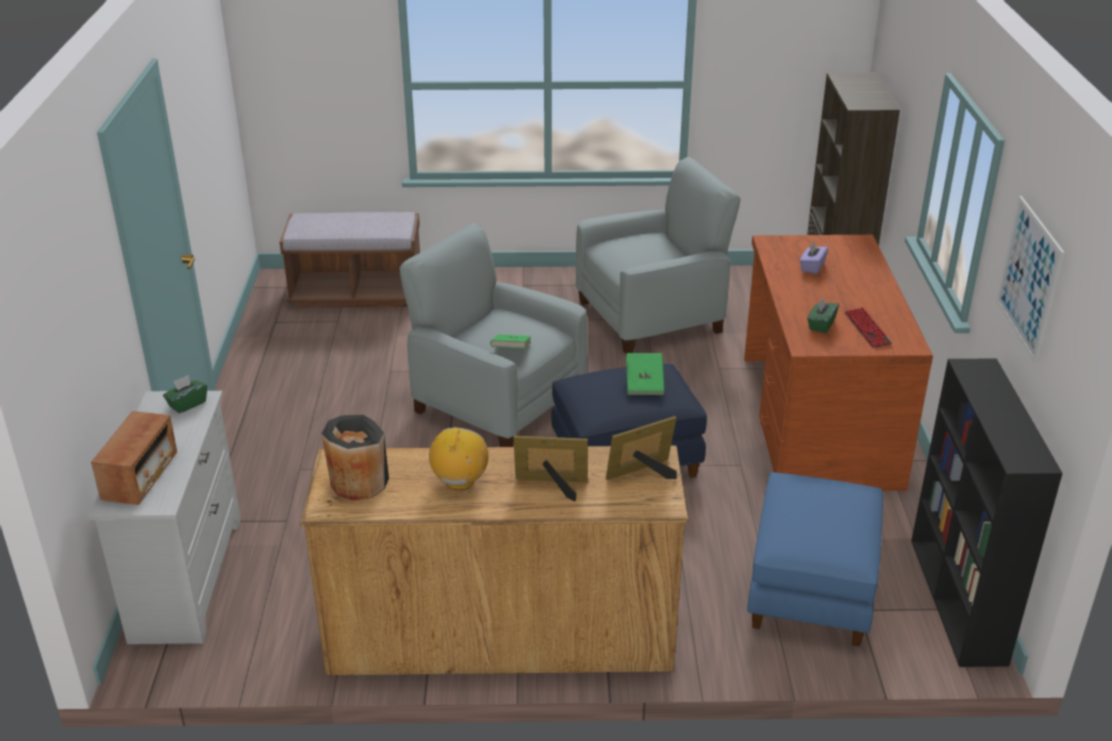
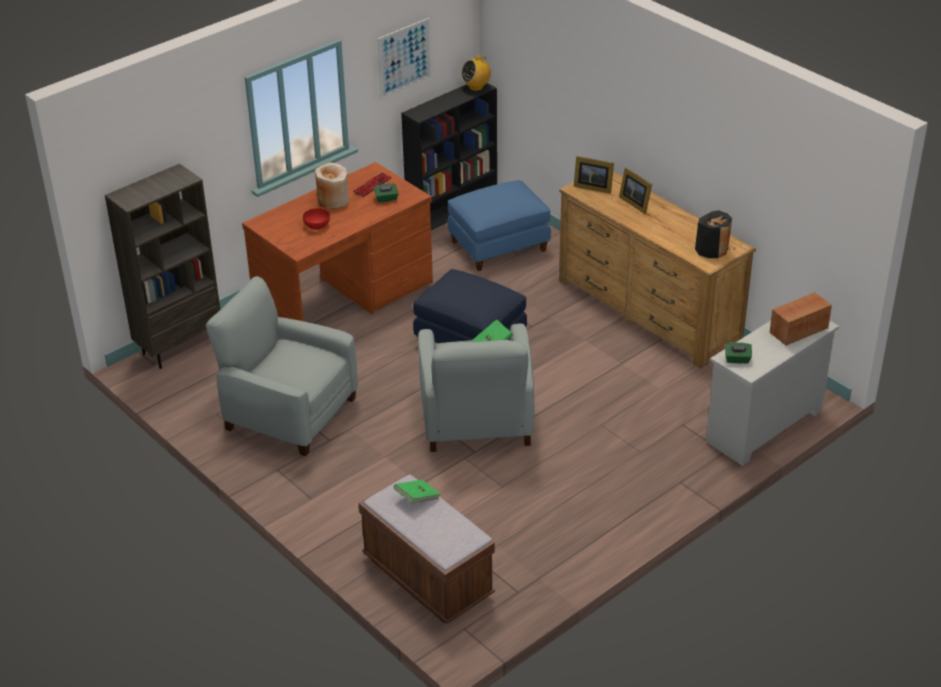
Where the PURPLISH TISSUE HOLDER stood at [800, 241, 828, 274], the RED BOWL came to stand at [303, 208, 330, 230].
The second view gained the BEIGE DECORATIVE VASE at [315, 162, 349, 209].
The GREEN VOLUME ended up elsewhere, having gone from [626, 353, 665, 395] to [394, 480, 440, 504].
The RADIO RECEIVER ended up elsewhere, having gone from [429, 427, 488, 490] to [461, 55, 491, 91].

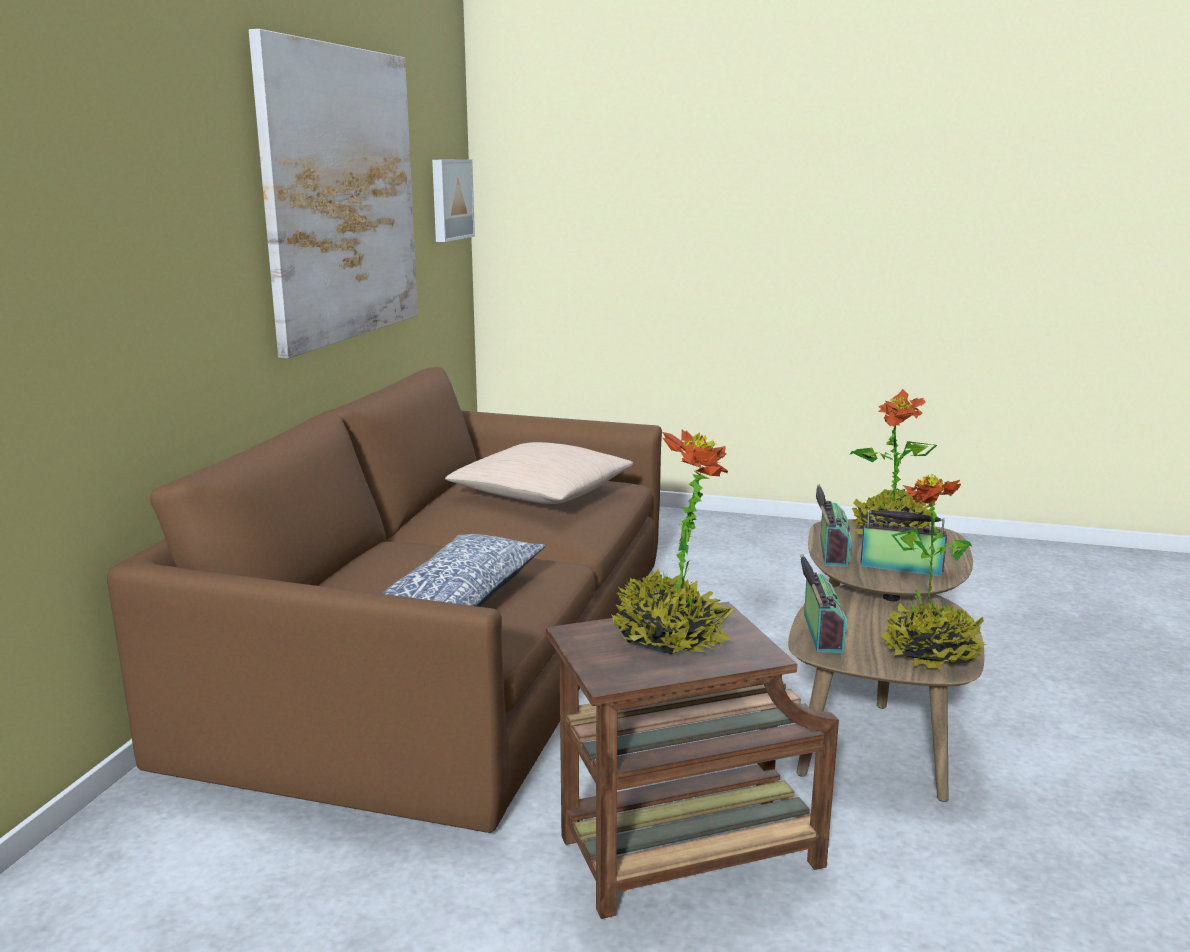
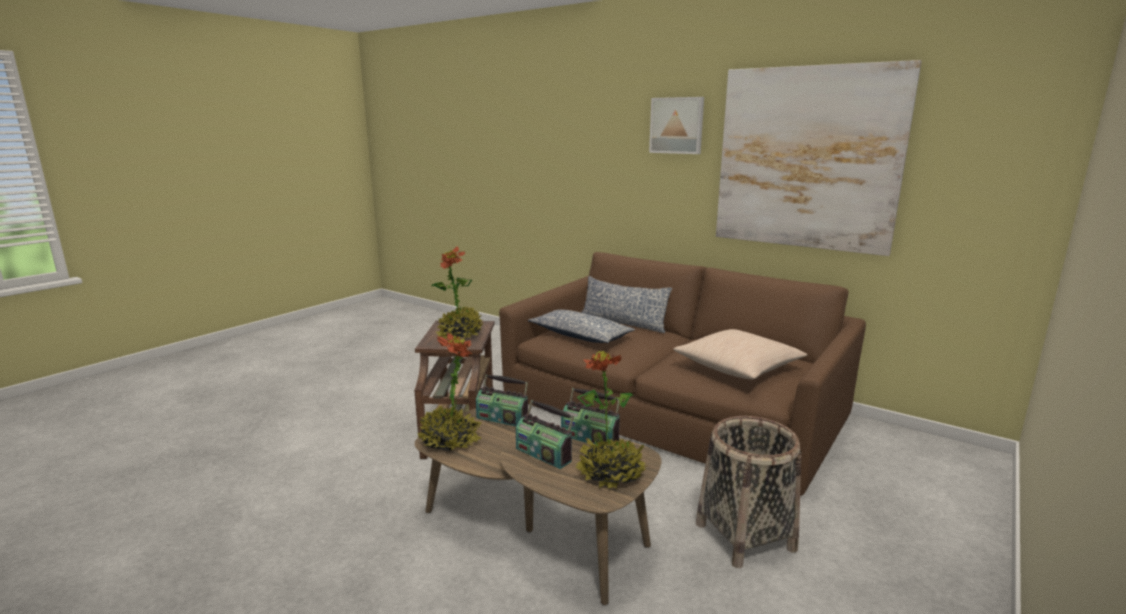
The RADIO RECEIVER at [860, 510, 947, 576] ended up facing another way, 90 degrees clockwise from before.
The second view gained the PILLOW at [581, 276, 672, 333].
The WALL PICTURE ended up elsewhere, having gone from [432, 159, 475, 242] to [649, 97, 704, 154].
The second view gained the STORAGE BASKET at [696, 416, 801, 568].

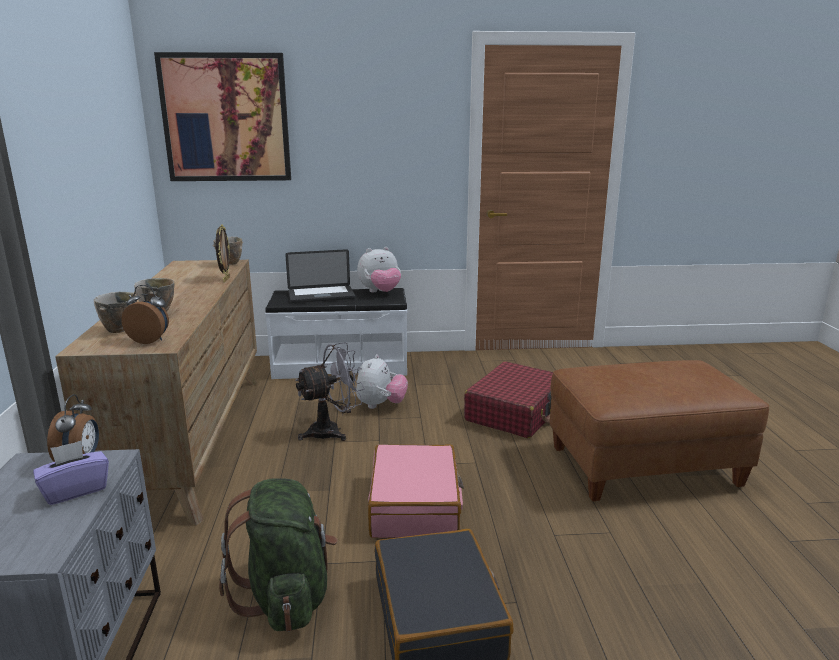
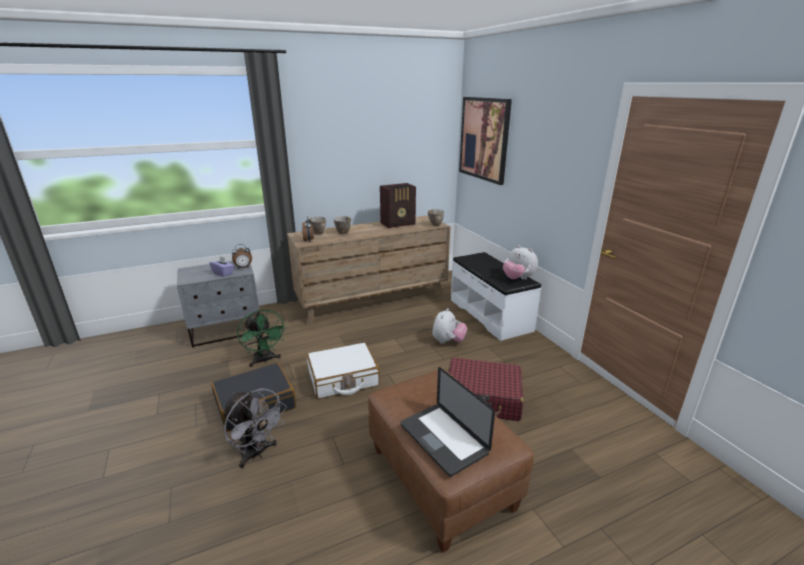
The GREY FAN ended up elsewhere, having gone from [295, 342, 365, 441] to [224, 388, 287, 468].
Where the GREEN KNAPSACK stood at [219, 478, 338, 632], the GREEN FAN came to stand at [237, 310, 286, 367].
What was the PINKISH TRAVEL CASE at [368, 444, 464, 538] turned into the WHITISH TRAVEL CASE at [307, 343, 380, 399].
The second view gained the RADIO RECEIVER at [380, 183, 416, 228].
The LAPTOP ended up elsewhere, having gone from [285, 249, 355, 303] to [400, 367, 495, 477].
The PLUSH TOY at [356, 354, 408, 409] ended up facing another way, 60 degrees counterclockwise from before.
The second view lost the PHOTO FRAME at [216, 224, 230, 282].

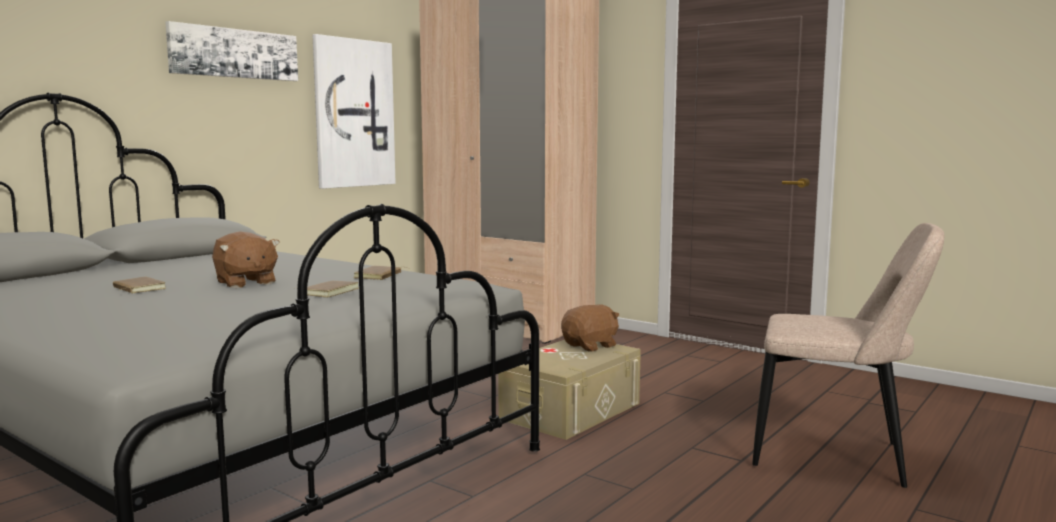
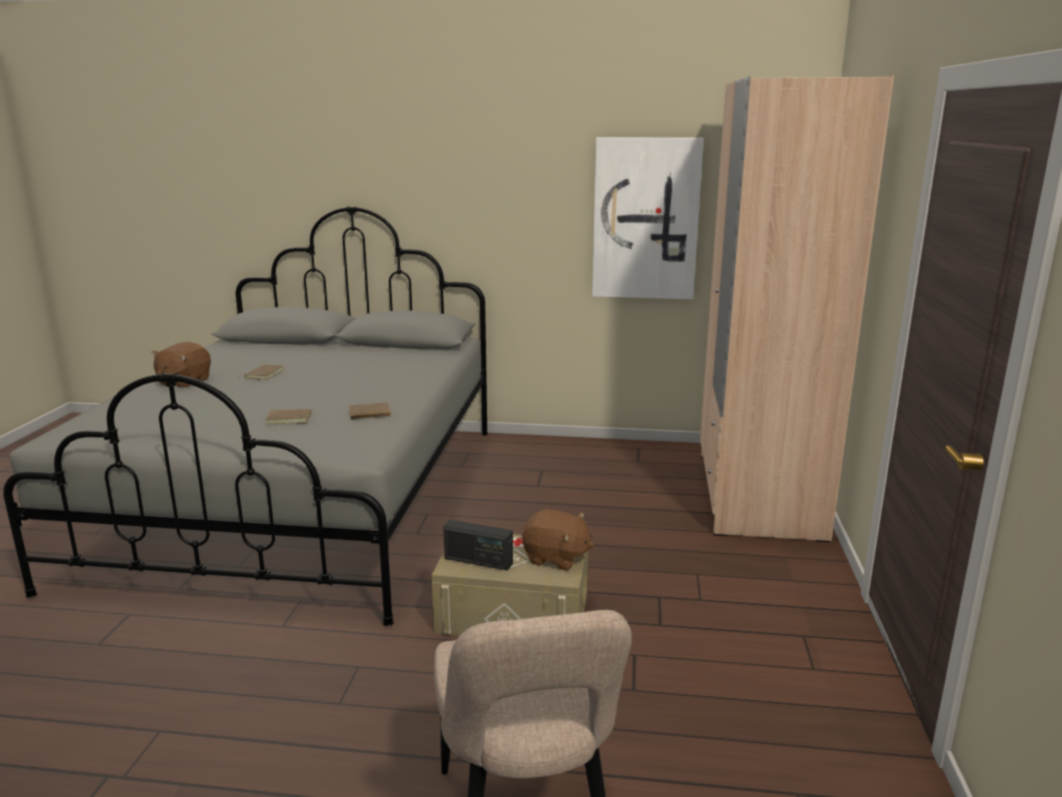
The BROWN PLUSH TOY ended up elsewhere, having gone from [212, 231, 280, 288] to [151, 342, 211, 388].
The second view gained the RADIO RECEIVER at [443, 520, 513, 571].
The second view lost the WALL PICTURE at [165, 21, 298, 81].

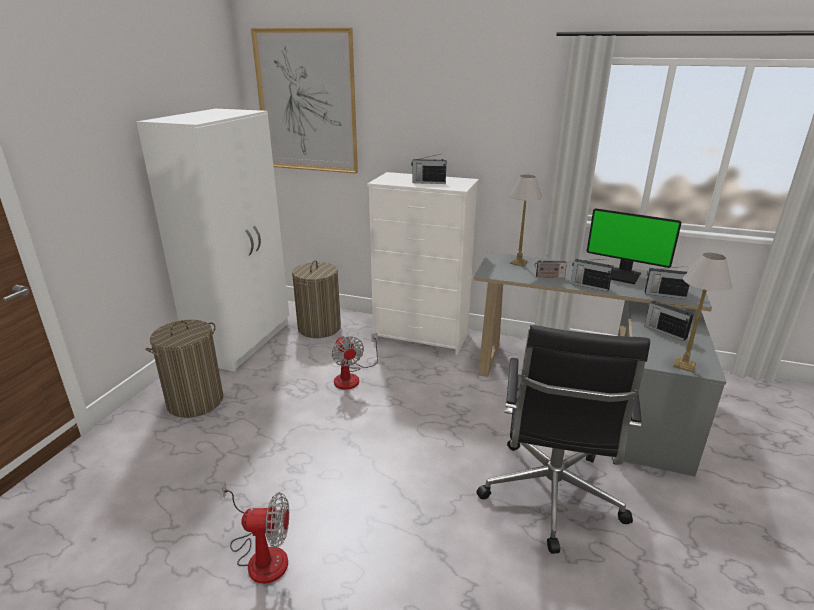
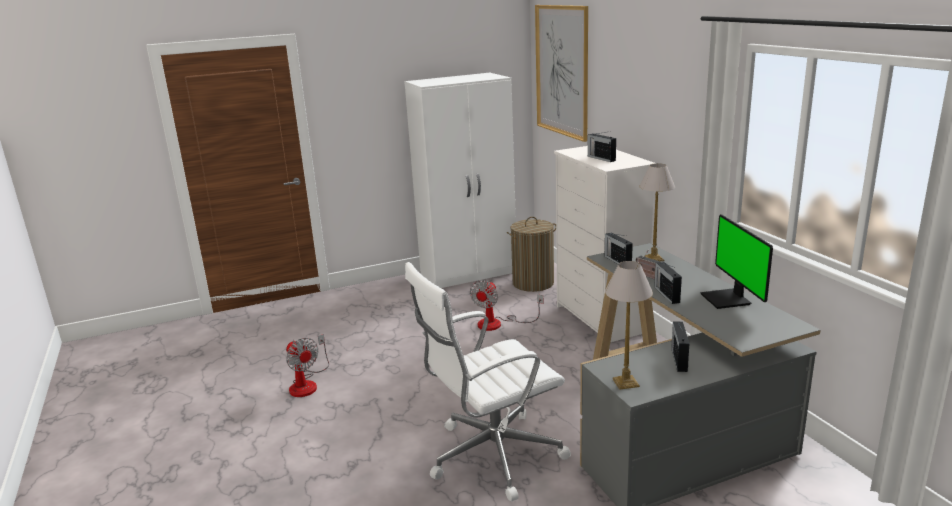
What was the BLACK-COLOURED DESK CHAIR at [477, 325, 650, 554] turned into the WHITISH DESK CHAIR at [405, 262, 571, 501].
The RADIO RECEIVER ended up elsewhere, having gone from [645, 266, 690, 299] to [605, 232, 633, 264].
The second view lost the LAUNDRY BASKET at [145, 320, 223, 418].

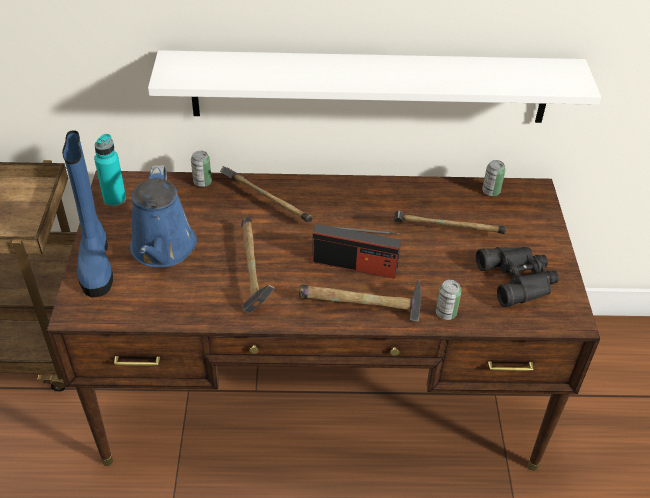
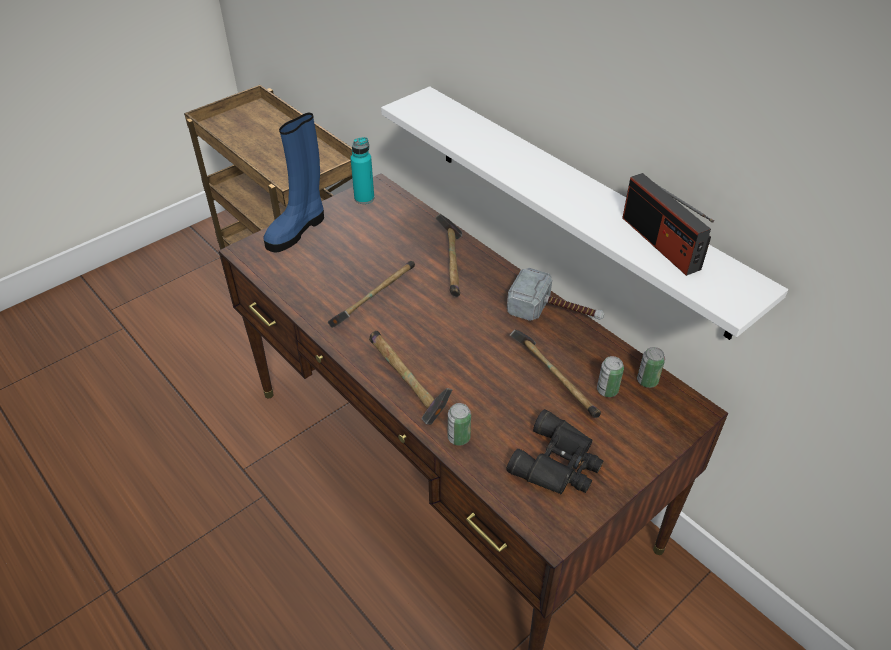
The second view gained the HAMMER at [507, 268, 604, 321].
The METAL CAN ended up elsewhere, having gone from [191, 150, 212, 187] to [597, 356, 624, 397].
The RADIO RECEIVER ended up elsewhere, having gone from [312, 224, 401, 279] to [622, 173, 714, 276].
The second view lost the BLUE-COLOURED SPRINKLING CAN at [130, 165, 197, 267].

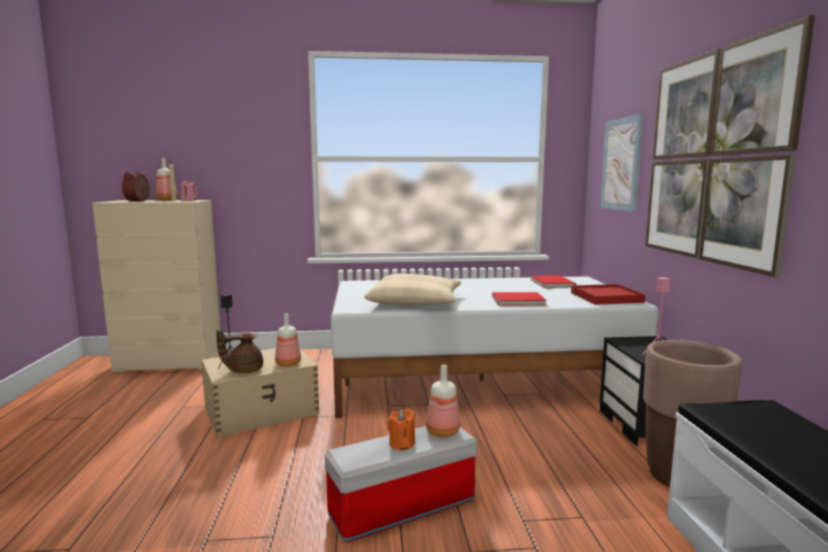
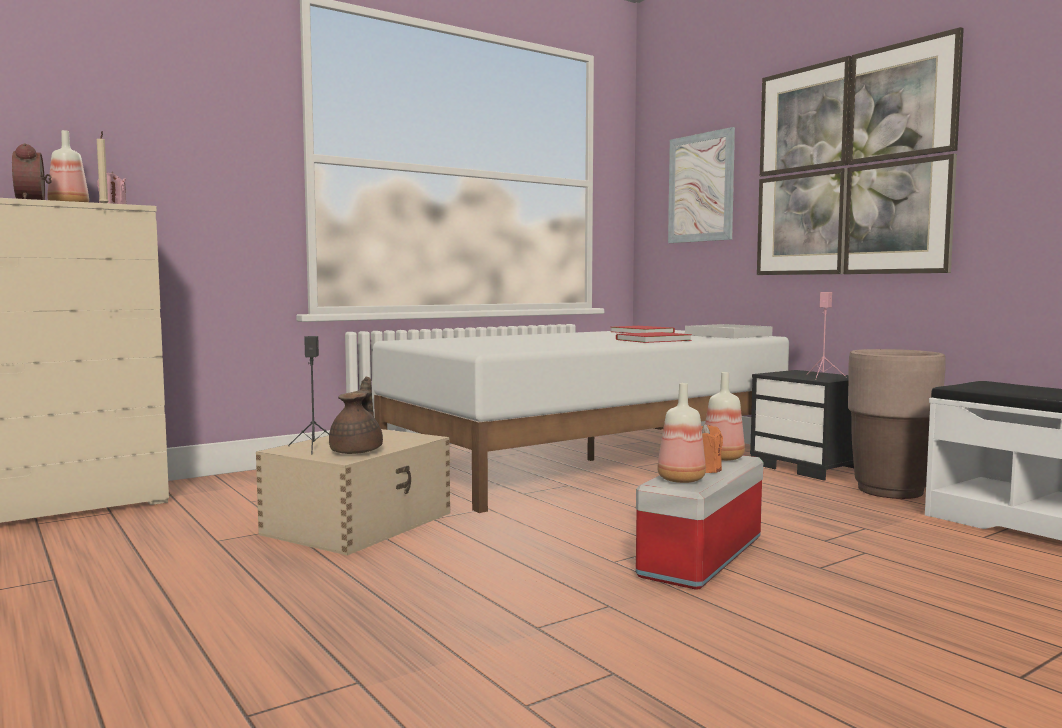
The BROWN POT FOR TEA at [216, 330, 263, 374] ended up facing another way, 150 degrees clockwise from before.
The BEVERAGE BOTTLE ended up elsewhere, having gone from [275, 314, 301, 367] to [657, 383, 706, 483].
What was the RED TRAY at [571, 284, 645, 305] turned into the WHITISH TRAY at [685, 324, 773, 338].
The second view lost the BEIGE PILLOW at [364, 274, 461, 305].

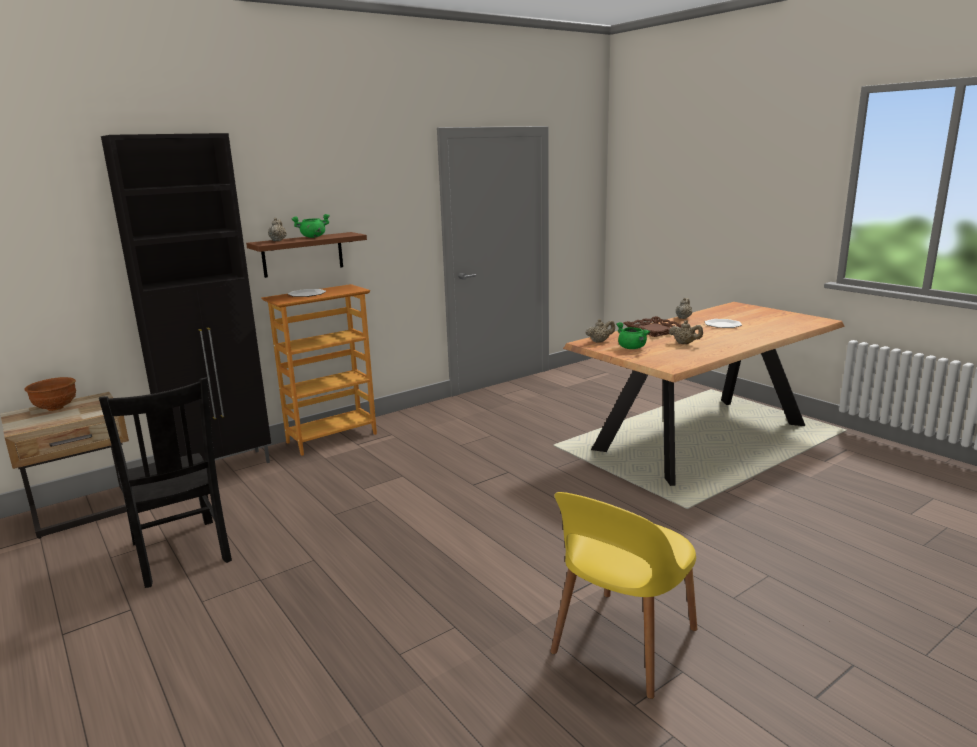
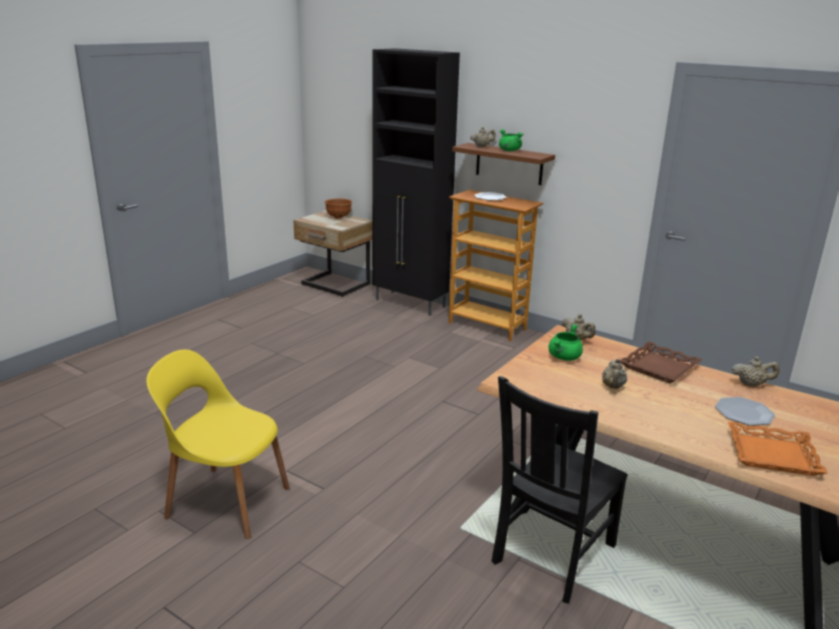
The BLACK-COLOURED PLAIN CHAIR ended up elsewhere, having gone from [99, 377, 232, 588] to [491, 376, 628, 604].
The second view gained the ORANGE-COLOURED TRAY at [728, 422, 828, 476].

